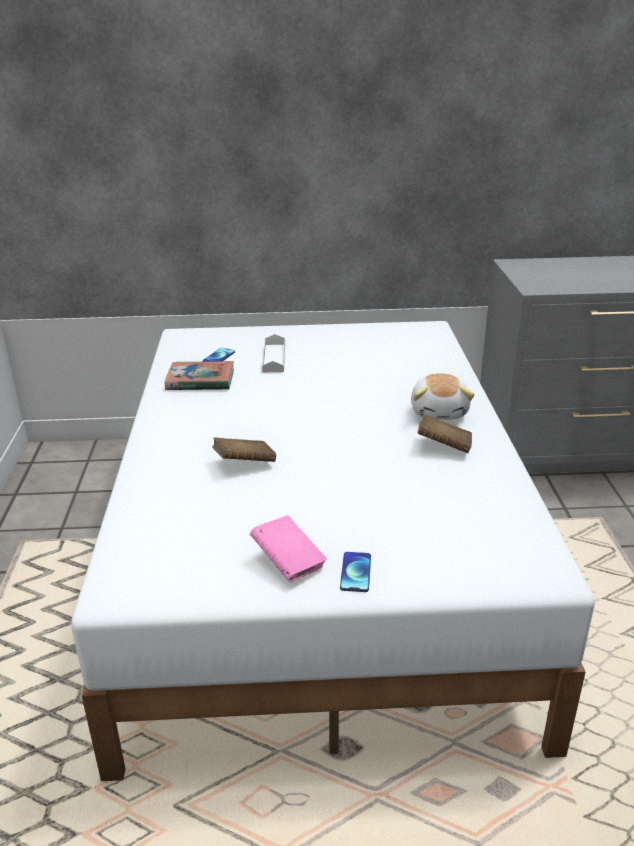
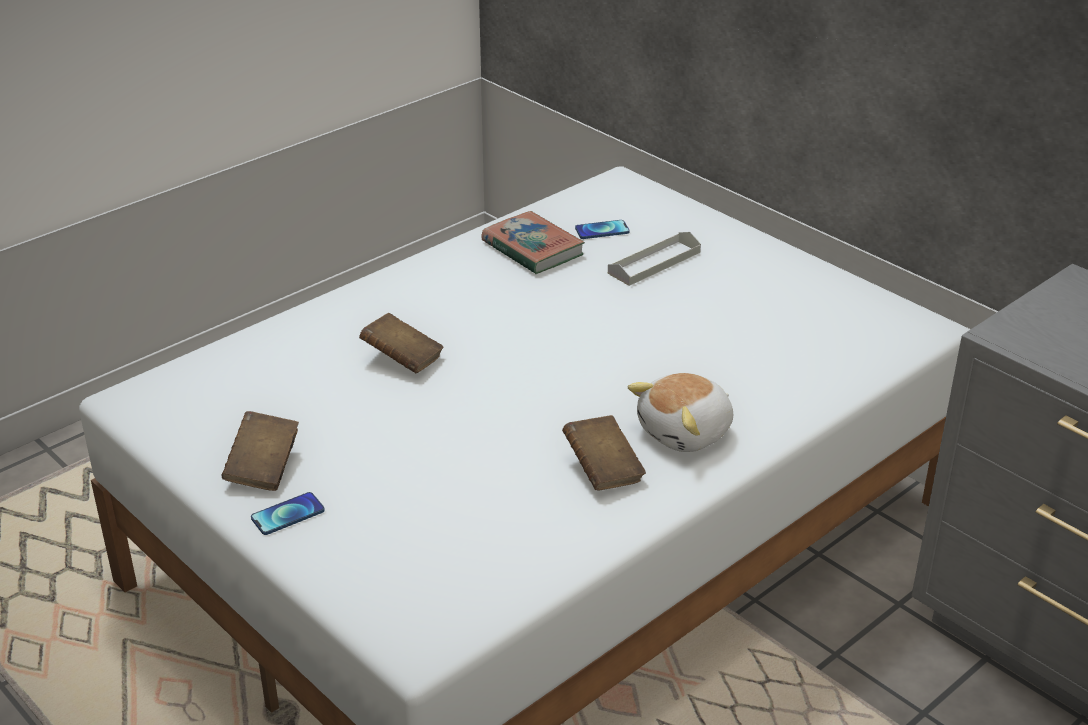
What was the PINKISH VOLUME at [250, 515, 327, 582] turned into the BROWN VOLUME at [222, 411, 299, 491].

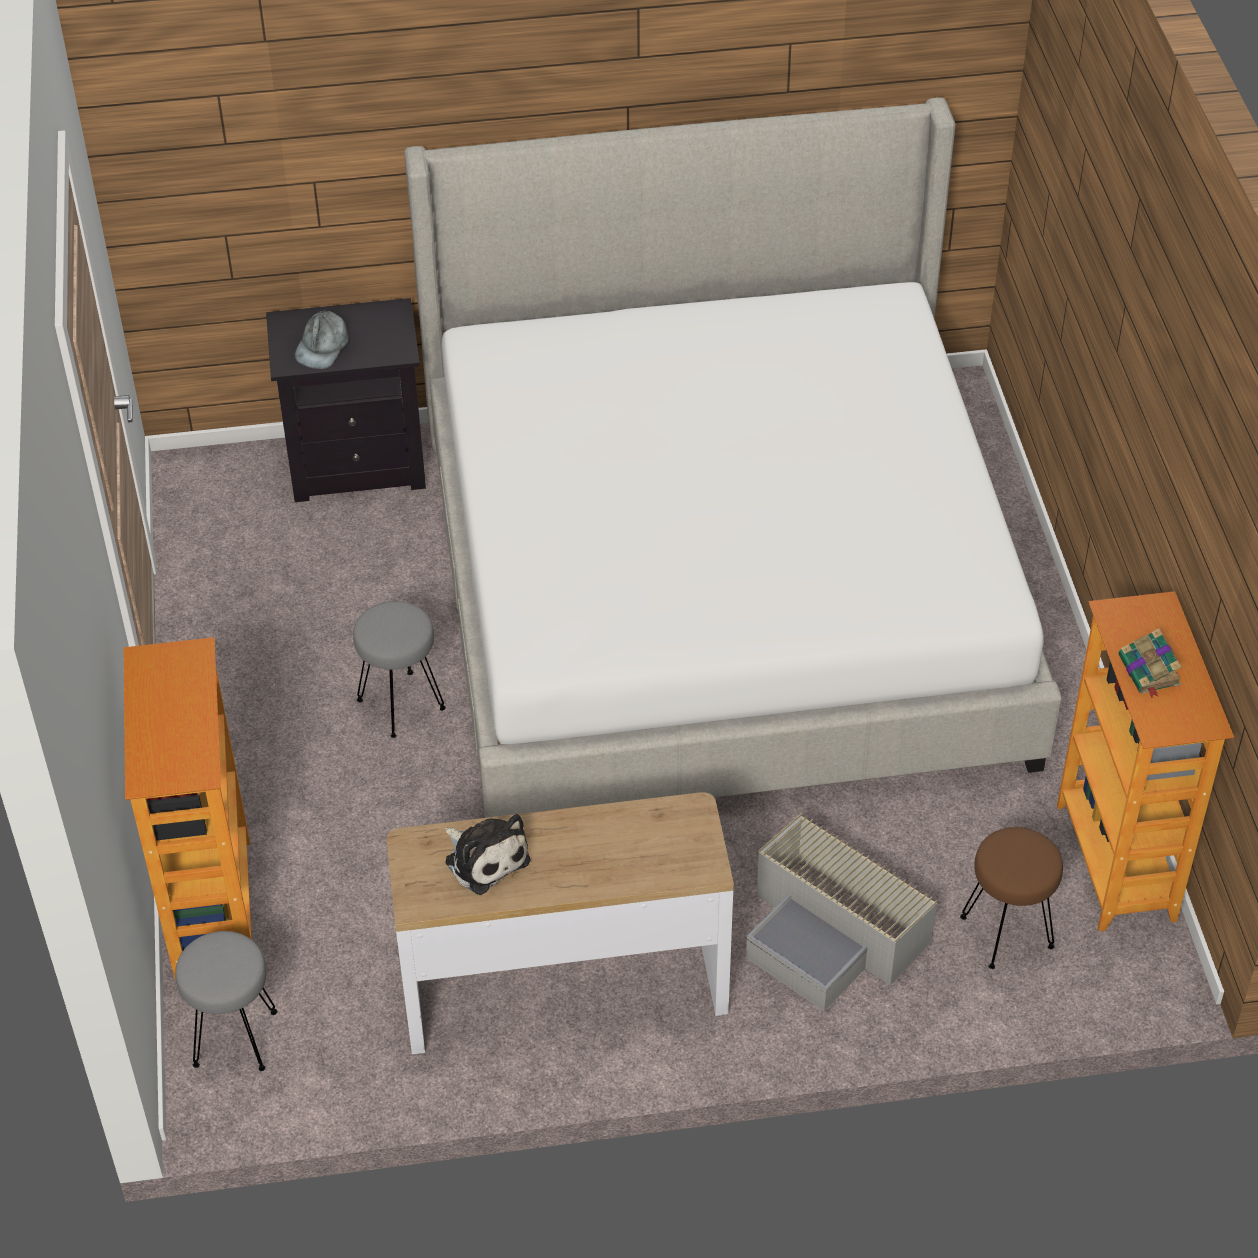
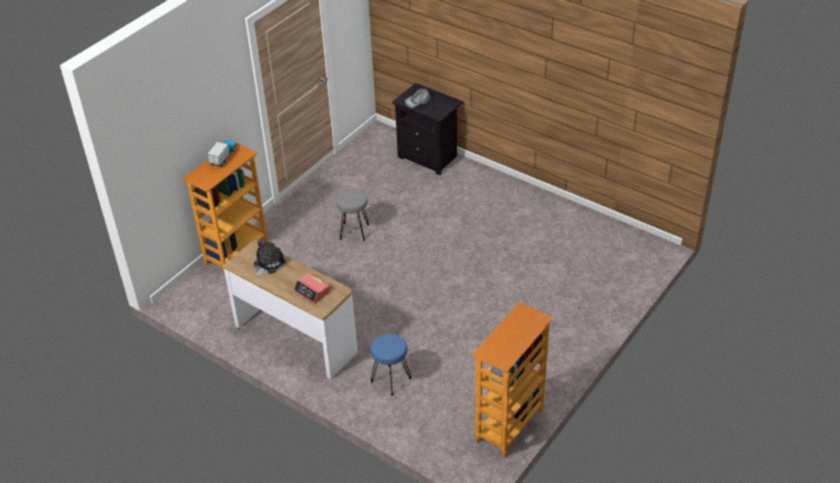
The second view gained the TOY TRUCK at [207, 140, 236, 167].
The PLUSH TOY at [445, 814, 530, 895] ended up facing another way, 150 degrees counterclockwise from before.
The second view gained the TABLE CLOCK at [294, 273, 330, 304].
Where the GREY STORAGE BOX stood at [746, 812, 938, 1011], the BLUE-COLOURED STOOL came to stand at [371, 334, 412, 396].
The second view lost the GREY STOOL at [175, 931, 277, 1071].
The second view lost the SLEEPING BED at [404, 98, 1061, 818].
The second view lost the BROWN STOOL at [960, 827, 1063, 969].
The second view lost the VOLUME at [1118, 628, 1181, 698].

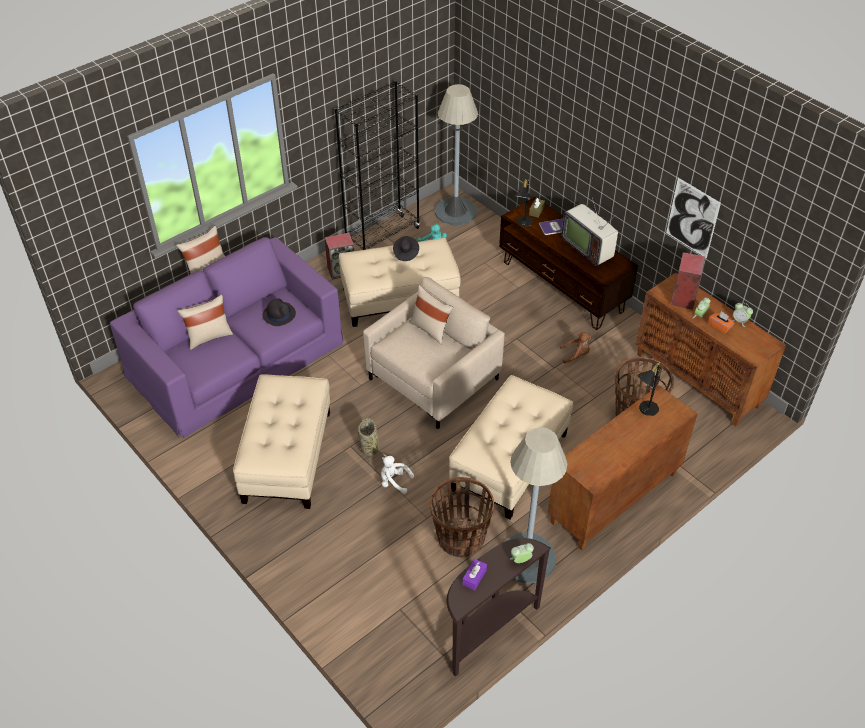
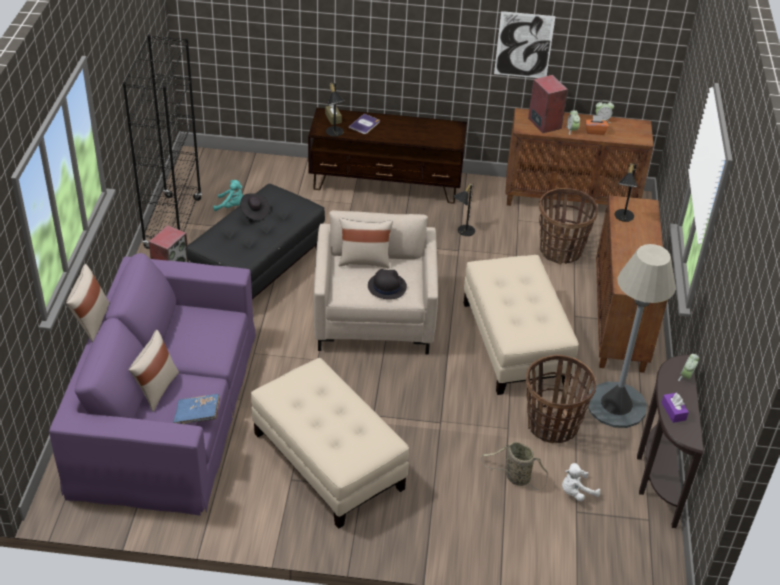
The second view gained the BLUE-COLOURED VOLUME at [173, 394, 220, 424].
What was the BEIGE FOOTREST at [339, 238, 461, 327] turned into the BLACK-COLOURED FOOTREST at [186, 184, 325, 299].
The BLACK-COLOURED HAT ended up elsewhere, having gone from [263, 299, 296, 326] to [368, 269, 407, 299].
Where the BROWN PLUSH TOY stood at [560, 332, 592, 363], the BLACK-COLOURED TABLETOP LAMP came to stand at [453, 184, 475, 236].
The STORAGE BASKET ended up elsewhere, having gone from [358, 418, 386, 466] to [481, 442, 548, 490].
The WHITISH PLUSH TOY ended up elsewhere, having gone from [381, 456, 414, 494] to [562, 463, 600, 501].
The second view lost the GREY FLOOR LAMP at [435, 84, 478, 225].
The second view lost the TV SET at [562, 198, 618, 266].

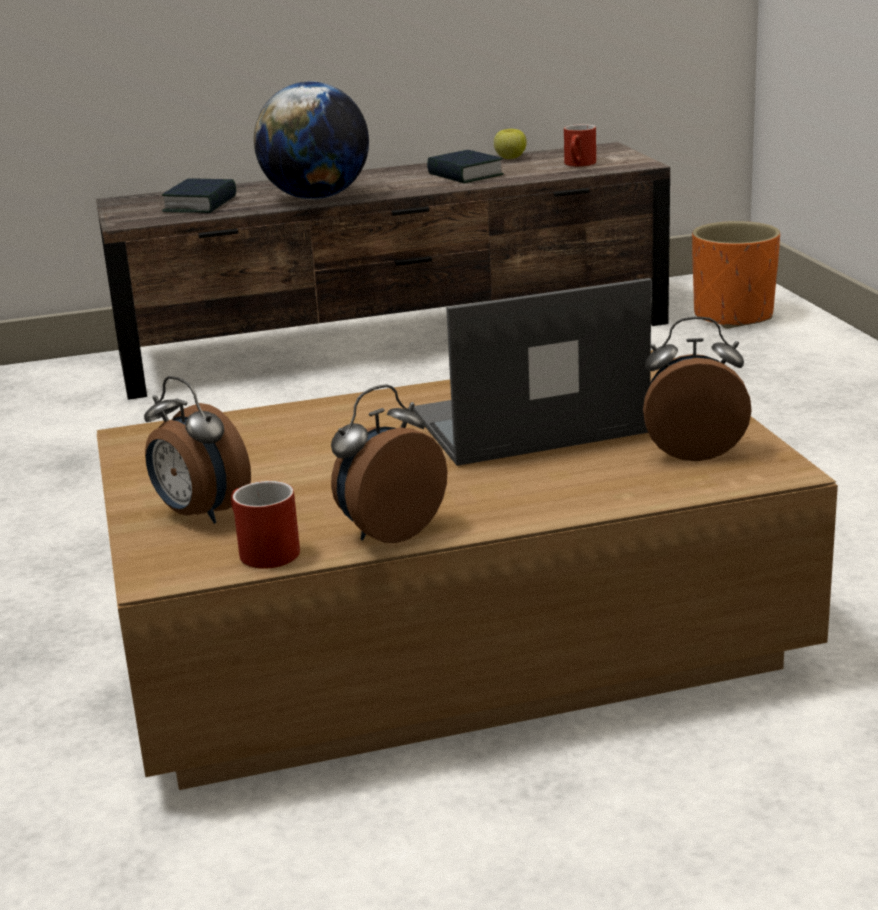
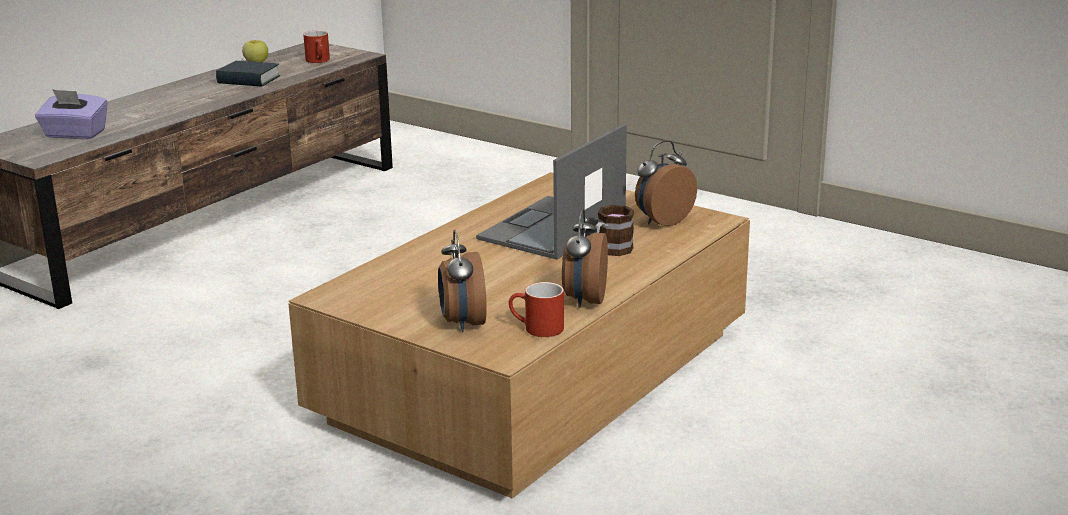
Where the VOLUME stood at [162, 179, 236, 213], the PURPLISH TISSUE HOLDER came to stand at [35, 89, 107, 139].
The TABLE CLOCK at [144, 376, 251, 524] ended up facing another way, 75 degrees clockwise from before.
The second view gained the MUG at [595, 205, 634, 256].
The second view lost the DESK GLOBE at [254, 81, 369, 200].
The second view lost the ORANGE-COLOURED PLANTER at [692, 221, 780, 329].

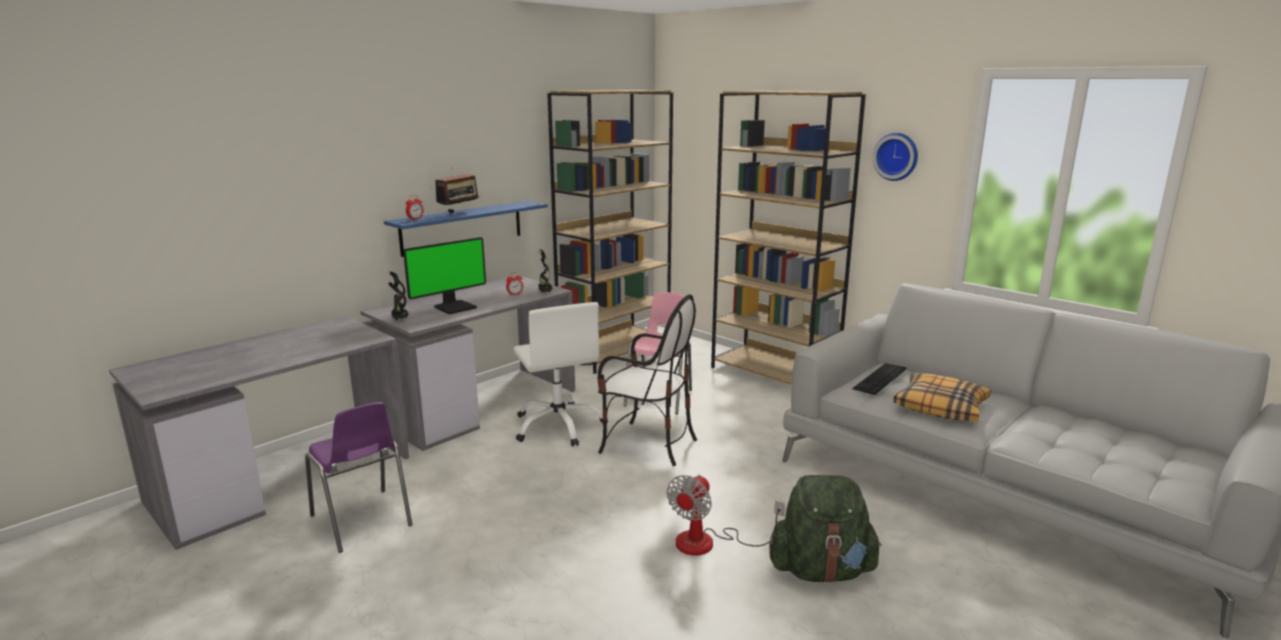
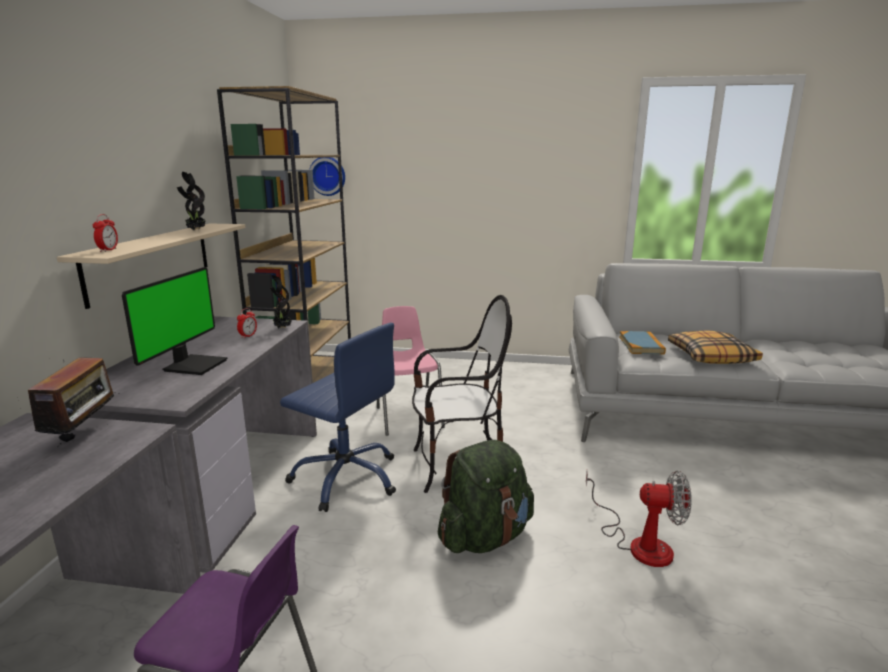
The RADIO RECEIVER ended up elsewhere, having gone from [436, 169, 479, 213] to [18, 357, 120, 447].
What was the BLUE-COLOURED BRACKET SHELF at [384, 201, 548, 257] turned into the BEIGE BRACKET SHELF at [57, 223, 246, 309].
The POTTED PLANT ended up elsewhere, having gone from [388, 272, 408, 320] to [177, 172, 206, 230].
What was the WHITISH DESK CHAIR at [513, 302, 608, 447] turned into the BLUE-COLOURED DESK CHAIR at [280, 323, 396, 512].
The WALL CLOCK ended up elsewhere, having gone from [873, 133, 918, 181] to [309, 157, 345, 196].
The GREEN KNAPSACK ended up elsewhere, having gone from [769, 475, 882, 583] to [438, 440, 534, 553].
The FAN at [667, 474, 785, 556] ended up facing another way, 75 degrees counterclockwise from before.
Where the COMPUTER KEYBOARD stood at [852, 363, 907, 395], the VOLUME came to stand at [619, 331, 666, 355].
The second view lost the BROWN BOOKCASE at [711, 91, 866, 385].

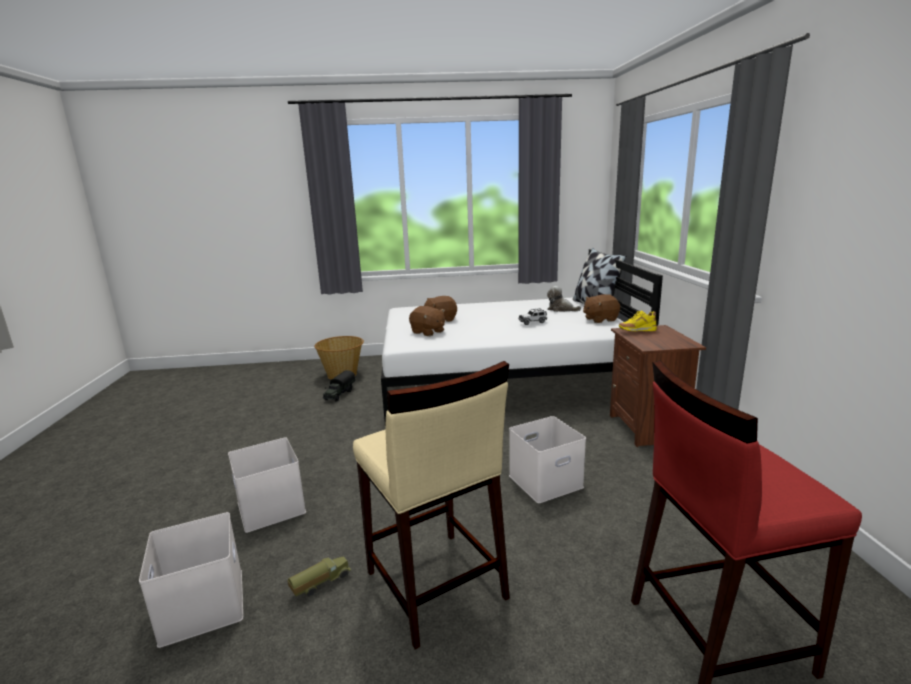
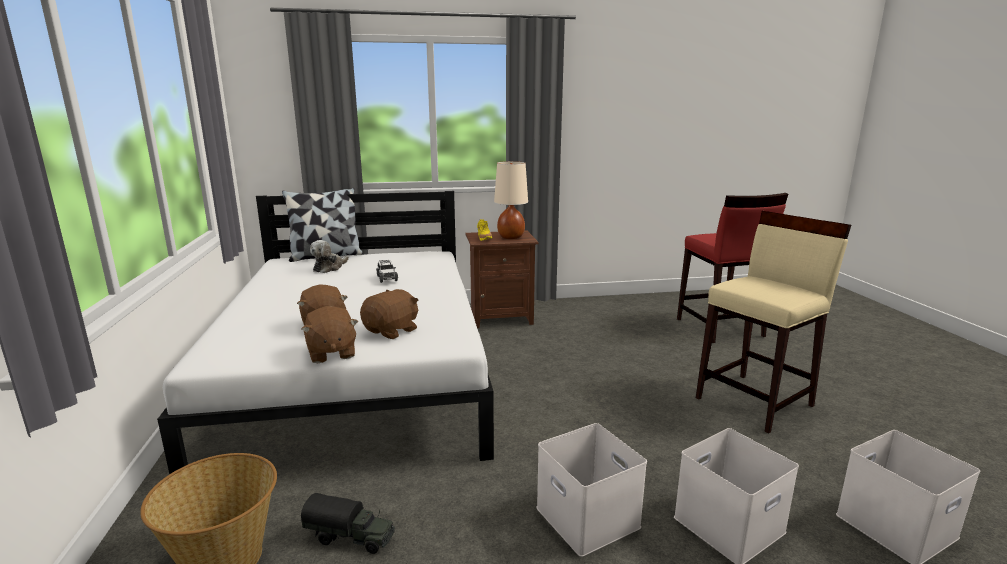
The BROWN PLUSH TOY ended up elsewhere, having gone from [583, 294, 620, 323] to [301, 306, 358, 363].
The second view gained the BEIGE TABLETOP LAMP at [494, 161, 528, 239].
The WHITISH STORAGE BOX ended up elsewhere, having gone from [509, 416, 586, 503] to [536, 423, 647, 557].
The second view lost the TOY TRUCK at [287, 556, 351, 596].

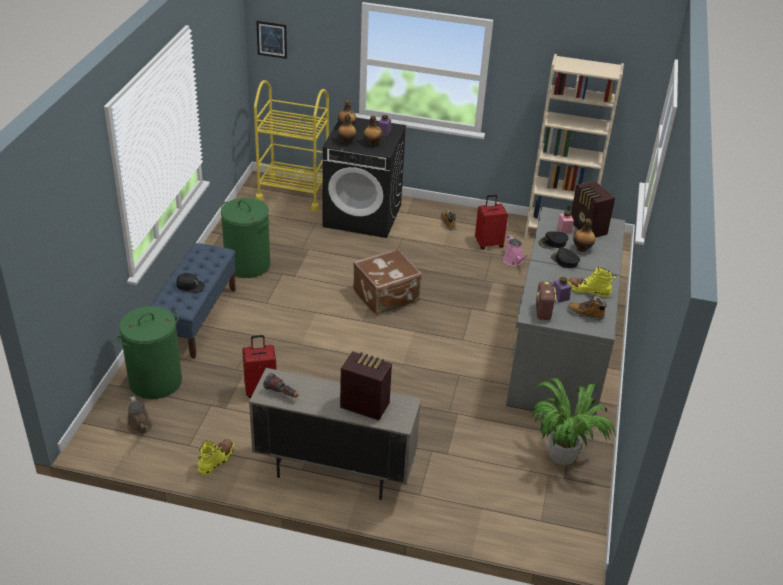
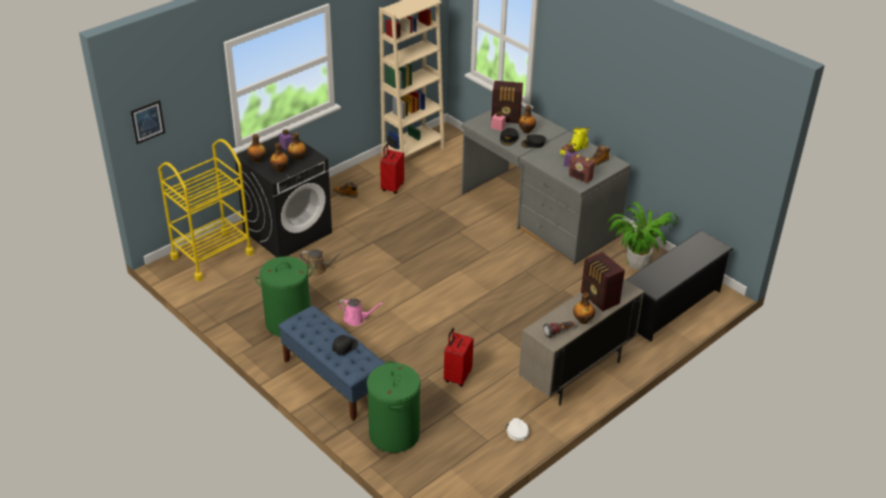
The BROWN SPRINKLING CAN ended up elsewhere, having gone from [127, 396, 153, 435] to [300, 249, 344, 276].
The PINKISH SPRINKLING CAN ended up elsewhere, having gone from [503, 235, 530, 266] to [338, 298, 383, 326].
Where the YELLOW HIGH-TOP BOOT stood at [197, 439, 234, 475], the WHITISH PEAKED CAP came to stand at [506, 418, 529, 441].
The second view gained the BEVERAGE BOTTLE at [573, 293, 595, 324].
The RADIO RECEIVER at [340, 351, 392, 420] ended up facing another way, 90 degrees counterclockwise from before.
The second view gained the BLACK-COLOURED SHOE SHELF at [626, 230, 733, 341].
The second view lost the BROWN TRAVEL CASE at [353, 248, 422, 315].

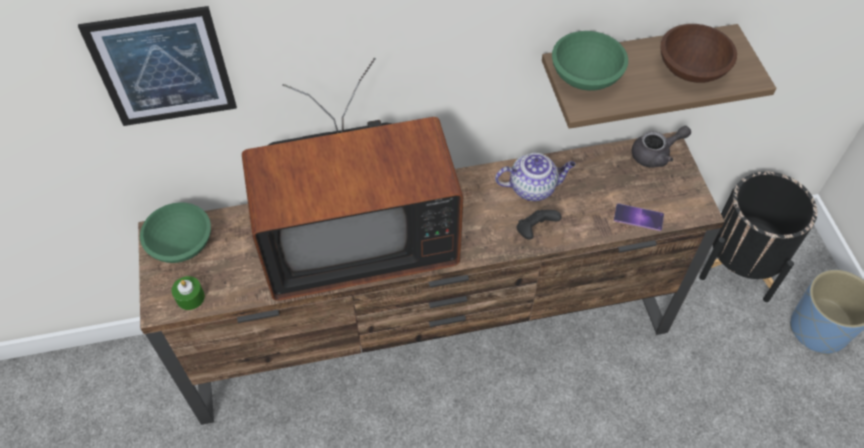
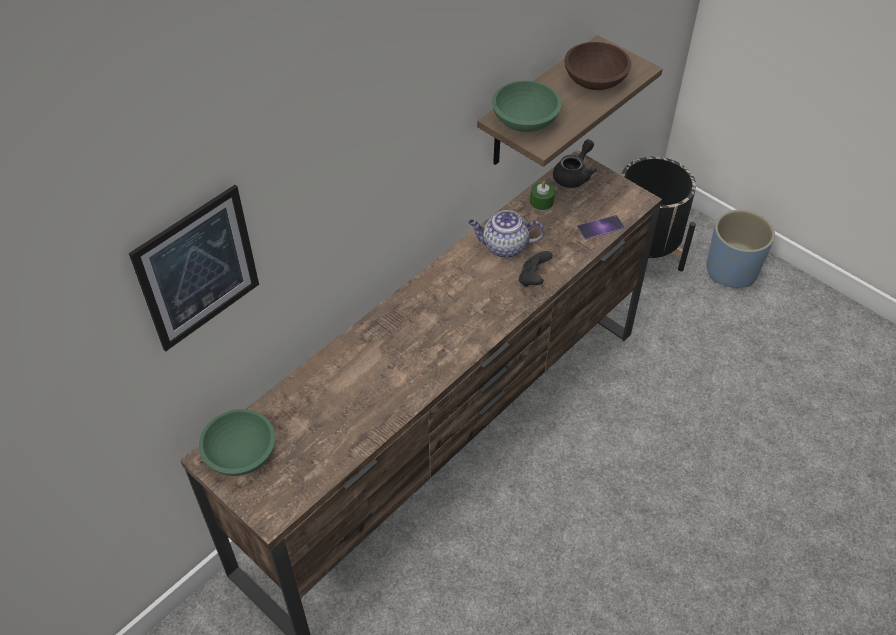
The POT FOR TEA at [495, 153, 576, 201] ended up facing another way, 135 degrees counterclockwise from before.
The GREEN CANDLE ended up elsewhere, having gone from [172, 276, 205, 310] to [530, 181, 555, 210].
The second view lost the TV SET at [242, 58, 463, 301].

